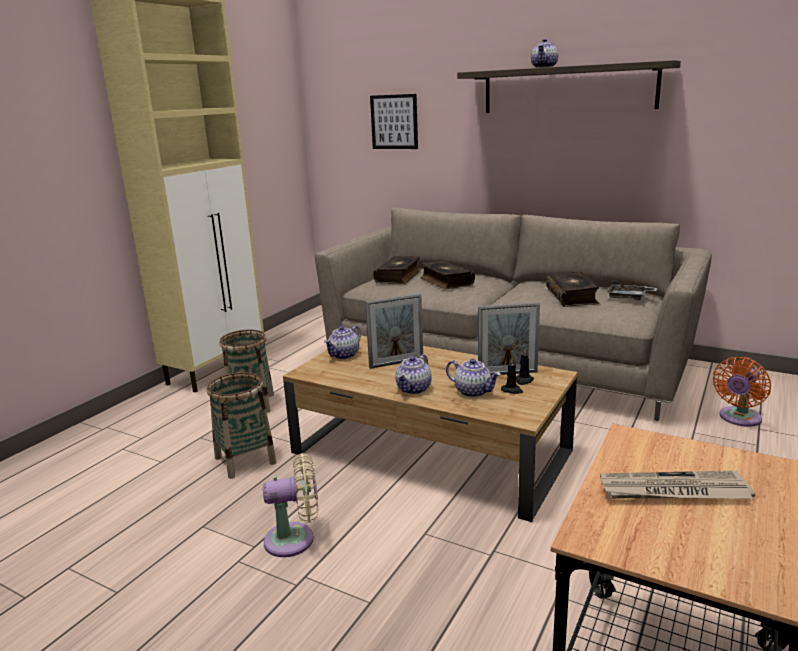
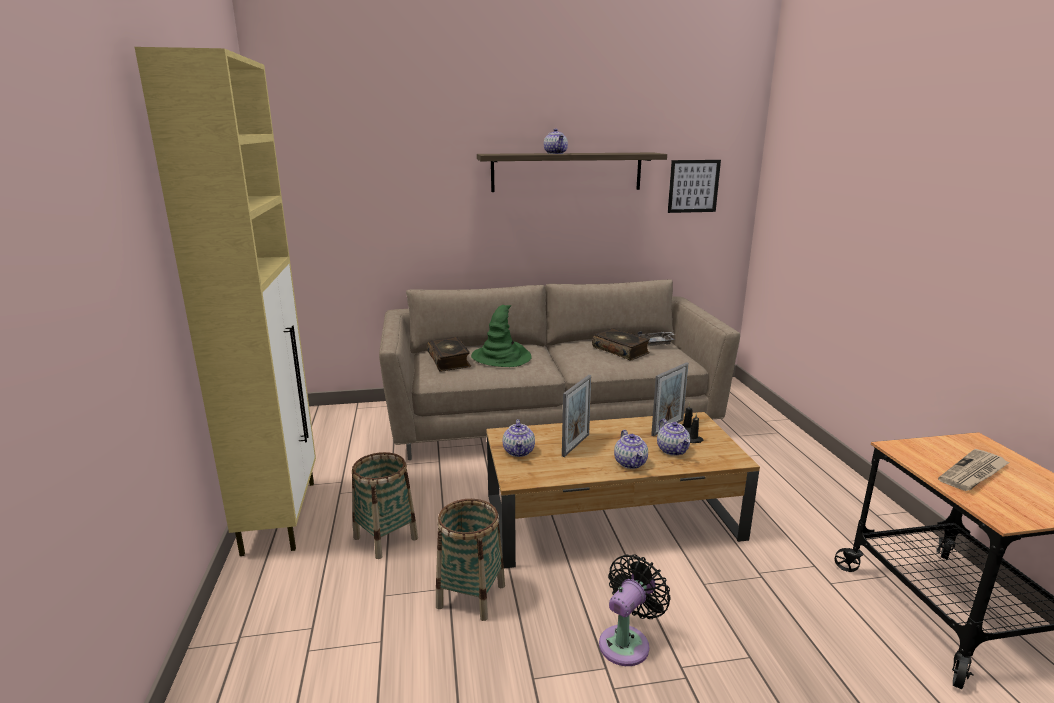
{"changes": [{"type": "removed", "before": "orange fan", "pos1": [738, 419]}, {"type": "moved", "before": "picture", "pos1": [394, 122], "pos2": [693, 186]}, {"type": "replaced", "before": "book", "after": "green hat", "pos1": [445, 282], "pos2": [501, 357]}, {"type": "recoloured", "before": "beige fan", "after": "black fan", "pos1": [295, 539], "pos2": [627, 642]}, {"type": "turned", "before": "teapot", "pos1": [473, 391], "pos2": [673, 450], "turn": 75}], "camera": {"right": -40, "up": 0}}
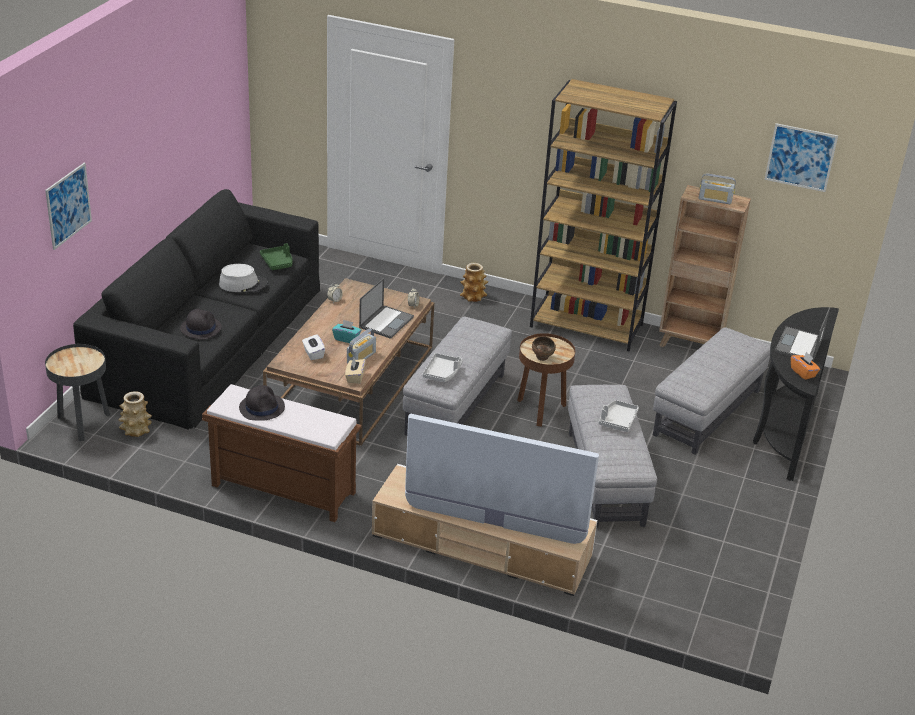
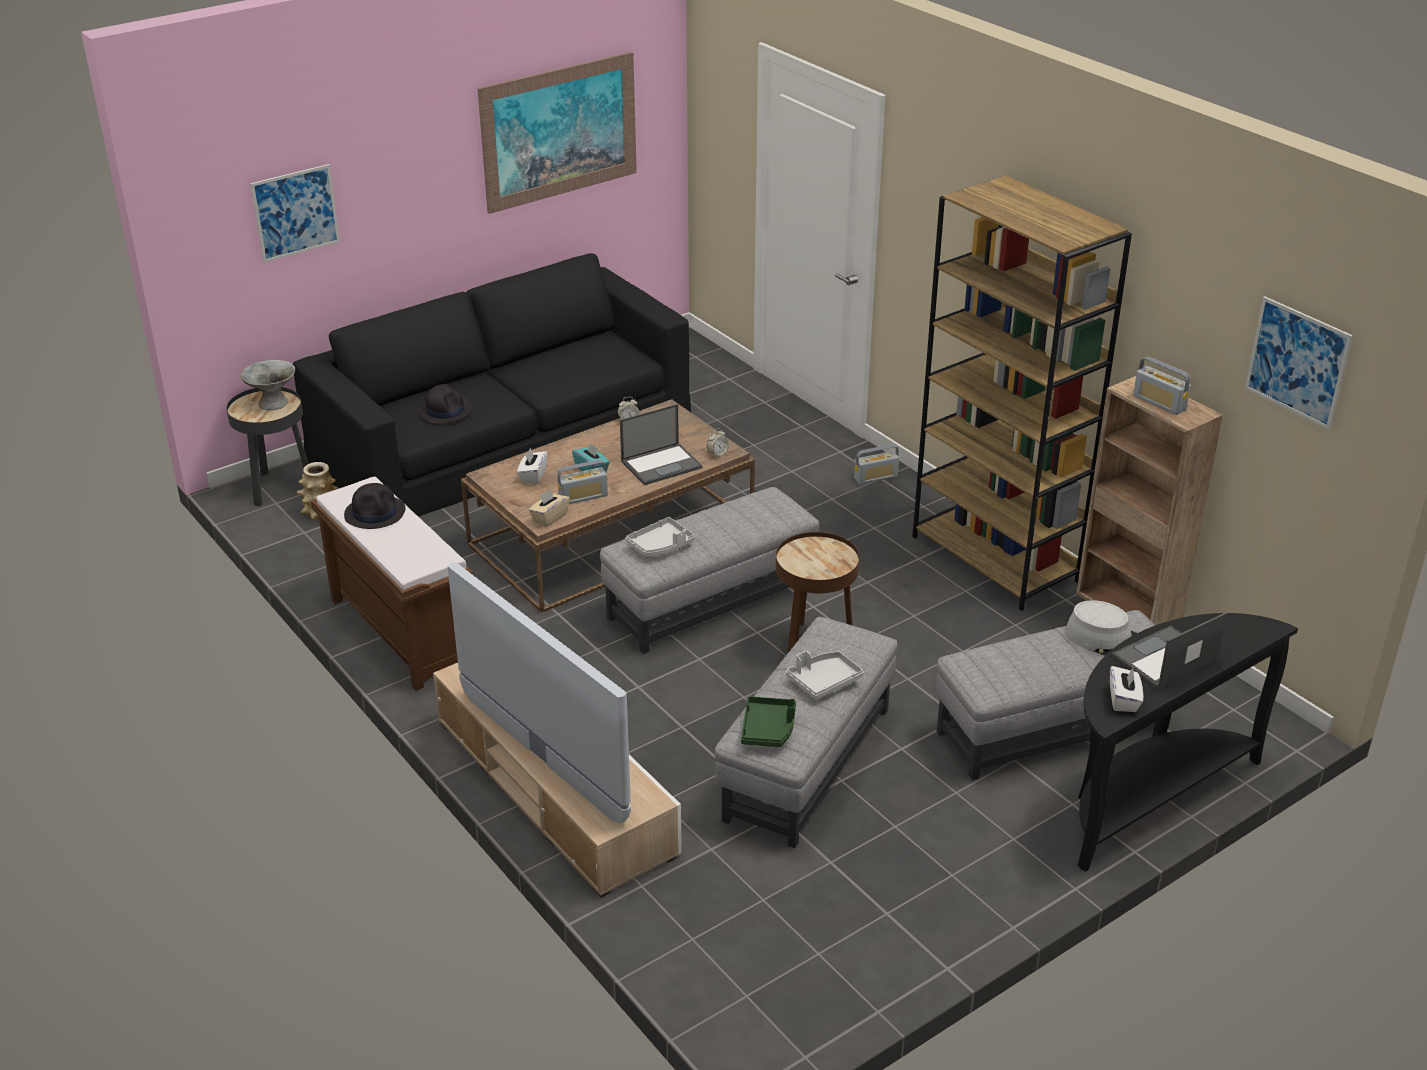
{"changes": [{"type": "removed", "before": "brown bowl", "pos1": [542, 358]}, {"type": "added", "after": "grey bowl", "pos2": [273, 403]}, {"type": "added", "after": "picture", "pos2": [559, 131]}, {"type": "moved", "before": "grey hat", "pos1": [243, 284], "pos2": [1105, 638]}, {"type": "moved", "before": "green tray", "pos1": [278, 262], "pos2": [768, 729]}, {"type": "replaced", "before": "vase", "after": "radio", "pos1": [473, 297], "pos2": [875, 477]}, {"type": "recoloured", "before": "orange tissue box", "after": "white tissue box", "pos1": [803, 373], "pos2": [1124, 700]}], "camera": {"right": 35, "up": 0}}
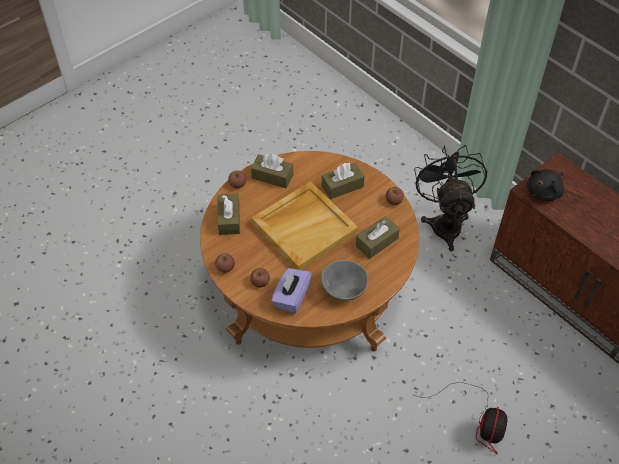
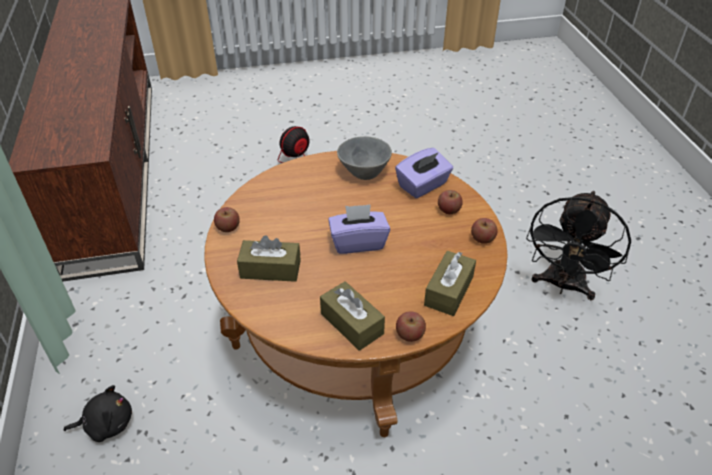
{"changes": [{"type": "removed", "before": "brown tissue box", "pos1": [377, 242]}, {"type": "moved", "before": "black fan", "pos1": [445, 222], "pos2": [563, 286]}, {"type": "moved", "before": "black plush toy", "pos1": [544, 192], "pos2": [106, 424]}, {"type": "replaced", "before": "beige tray", "after": "purple tissue box", "pos1": [304, 227], "pos2": [358, 242]}], "camera": {"right": -150, "up": -10}}
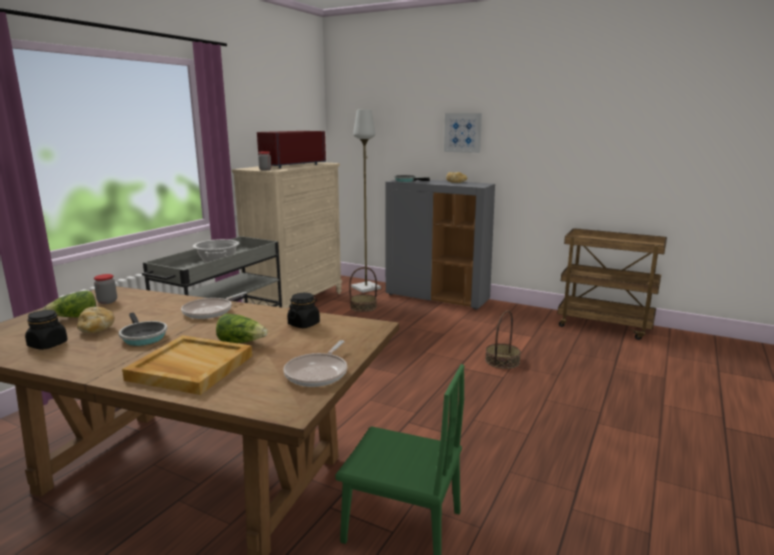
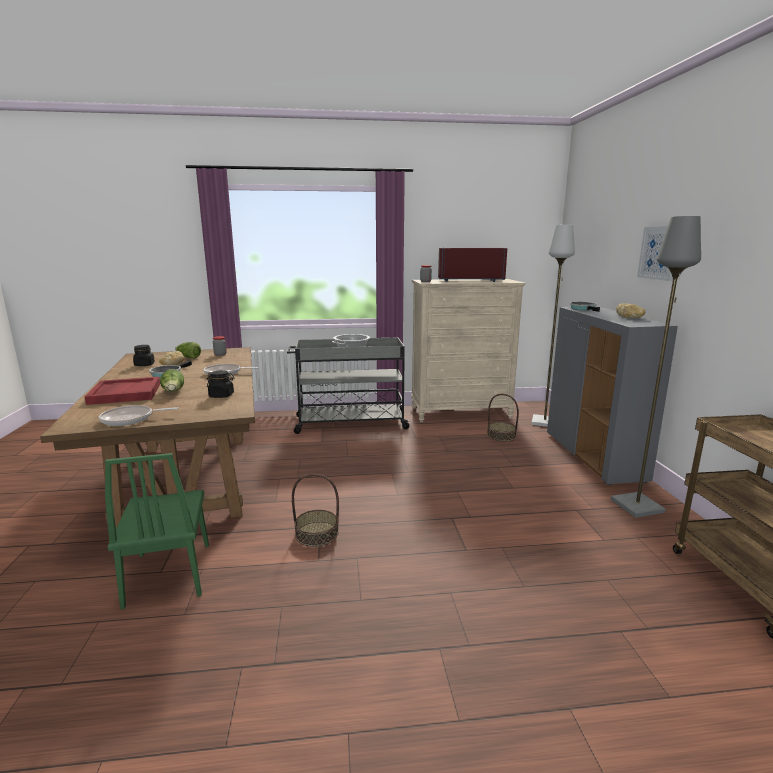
{"changes": [{"type": "added", "after": "grey floor lamp", "pos2": [638, 506]}, {"type": "moved", "before": "basket", "pos1": [502, 361], "pos2": [316, 534]}, {"type": "recoloured", "before": "beige tray", "after": "red tray", "pos1": [189, 368], "pos2": [125, 393]}], "camera": {"right": 55, "up": 0}}
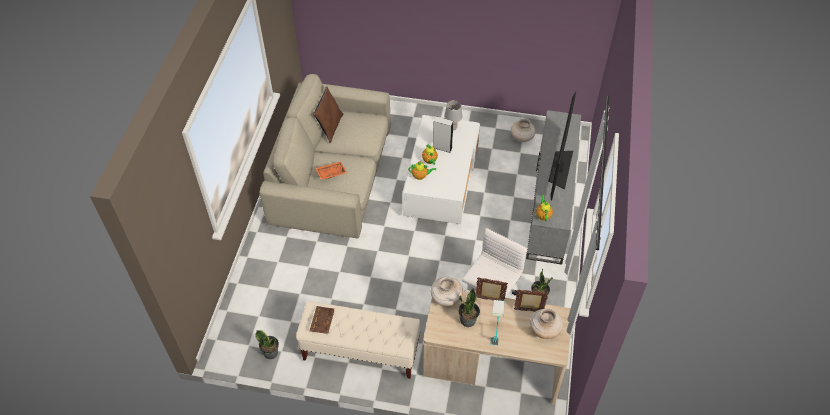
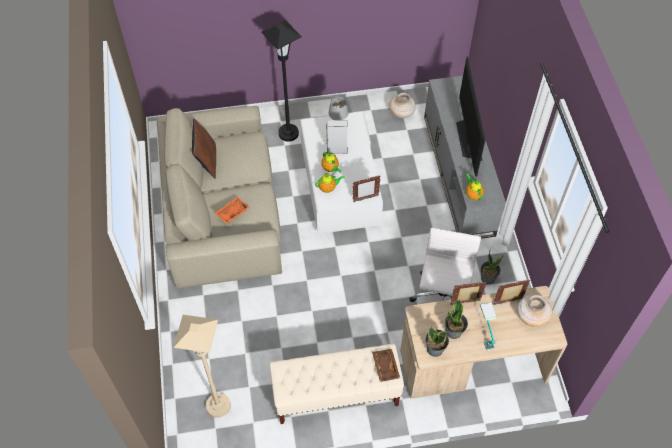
{"changes": [{"type": "removed", "before": "beige vase", "pos1": [446, 298]}, {"type": "added", "after": "beige floor lamp", "pos2": [218, 405]}, {"type": "added", "after": "black floor lamp", "pos2": [288, 133]}, {"type": "added", "after": "picture frame", "pos2": [365, 198]}, {"type": "moved", "before": "potted plant", "pos1": [271, 352], "pos2": [435, 348]}, {"type": "moved", "before": "brown tray", "pos1": [322, 322], "pos2": [385, 367]}], "camera": {"right": -20, "up": 5}}
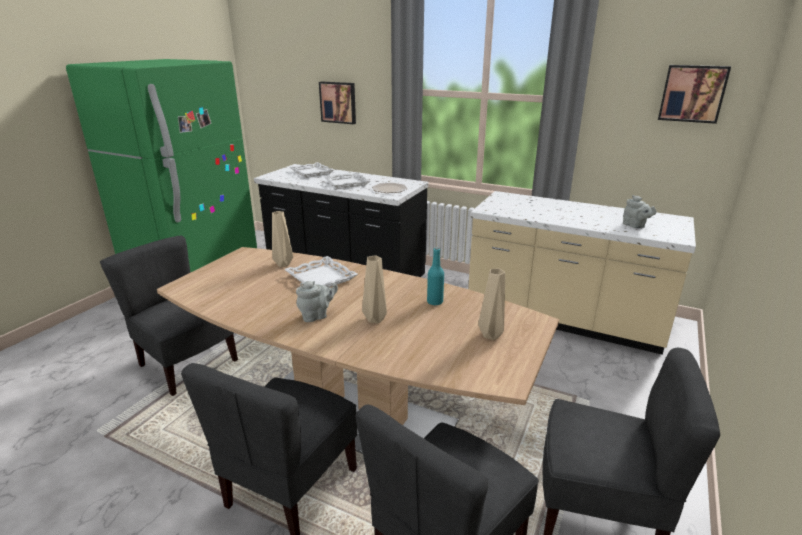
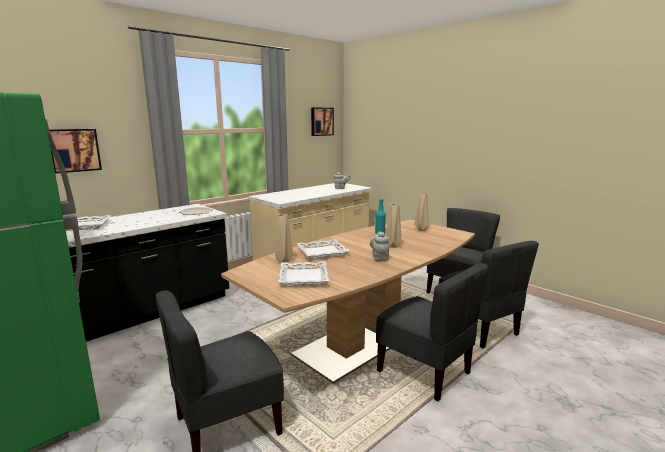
{"changes": [{"type": "moved", "before": "white tray", "pos1": [347, 183], "pos2": [304, 278]}], "camera": {"right": -70, "up": -10}}
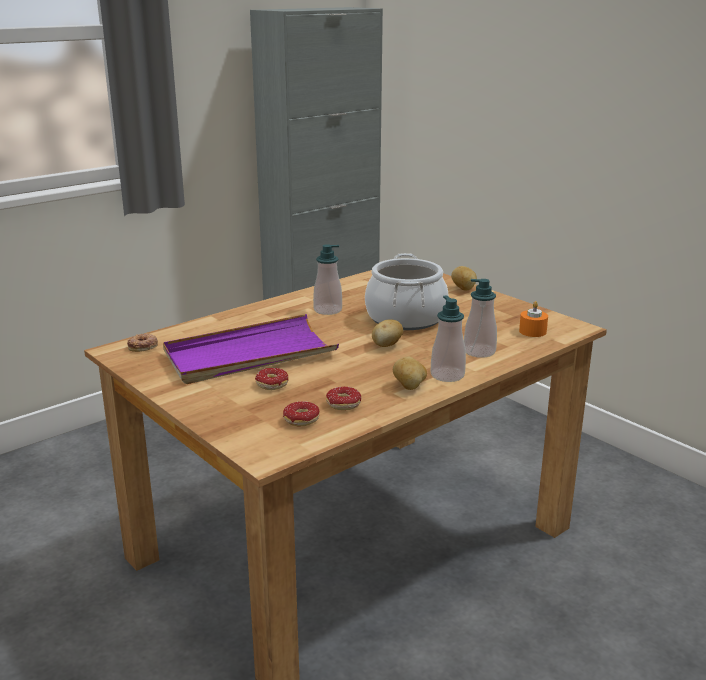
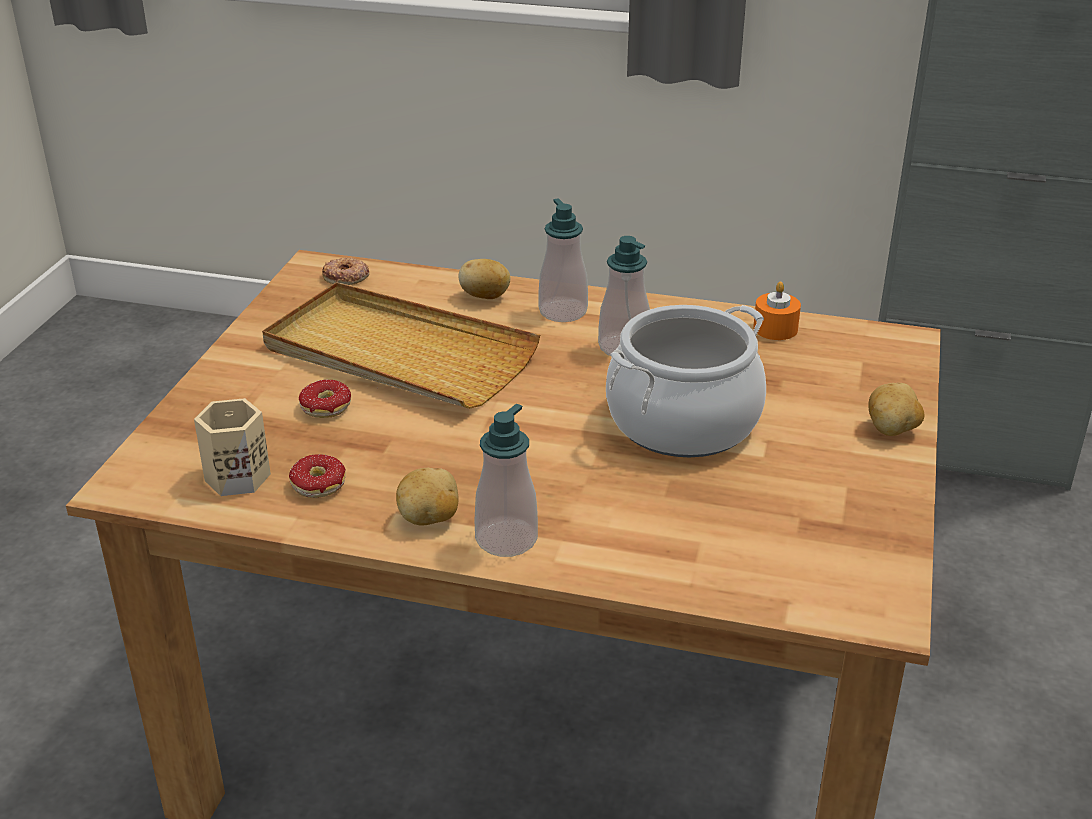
{"changes": [{"type": "moved", "before": "potato", "pos1": [386, 345], "pos2": [485, 297]}, {"type": "moved", "before": "soap dispenser", "pos1": [479, 352], "pos2": [563, 312]}, {"type": "moved", "before": "orange candle", "pos1": [532, 331], "pos2": [775, 328]}, {"type": "replaced", "before": "donut", "after": "beige mug", "pos1": [303, 423], "pos2": [235, 476]}, {"type": "recoloured", "before": "purple tray", "after": "beige tray", "pos1": [249, 355], "pos2": [398, 354]}], "camera": {"right": 55, "up": 10}}
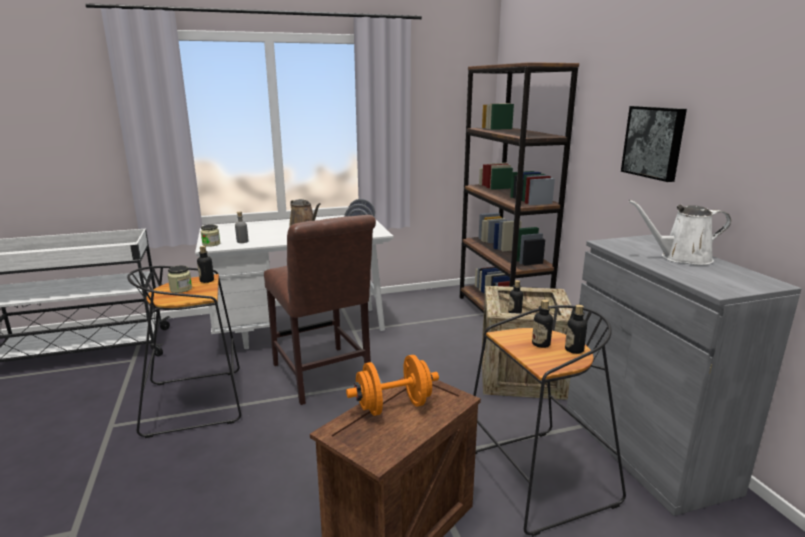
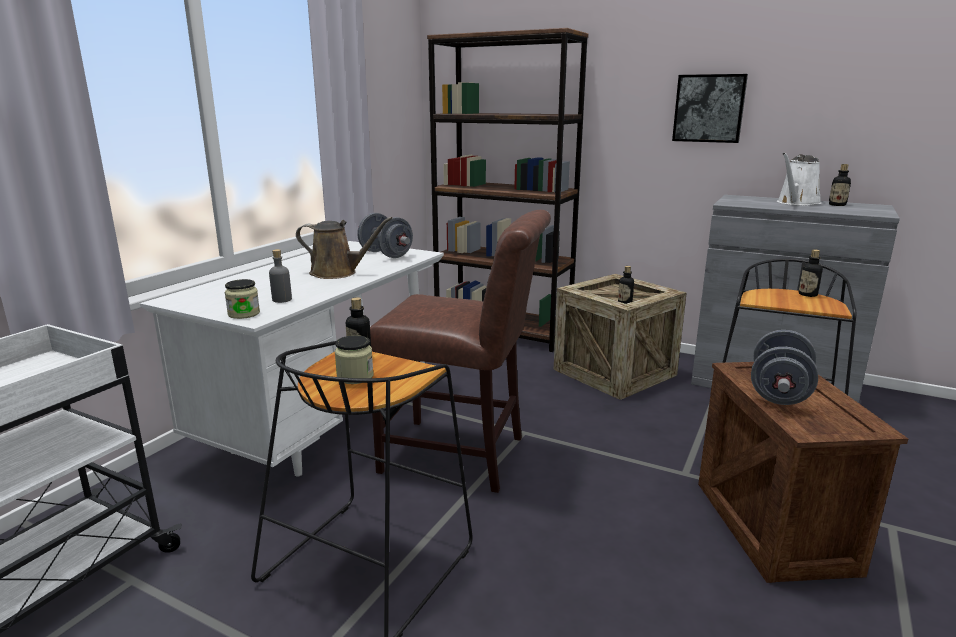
{"changes": [{"type": "moved", "before": "bottle", "pos1": [541, 344], "pos2": [837, 205]}, {"type": "recoloured", "before": "orange dumbbell", "after": "grey dumbbell", "pos1": [393, 406], "pos2": [779, 392]}], "camera": {"right": -45, "up": 0}}
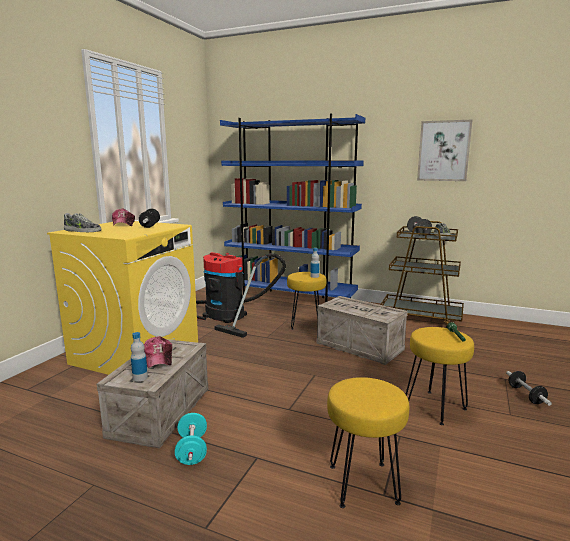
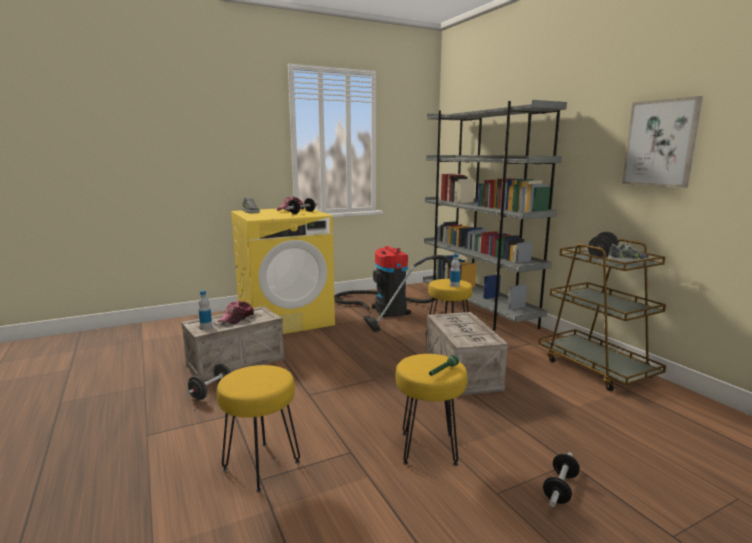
{"changes": [{"type": "recoloured", "before": "turquoise dumbbell", "after": "black dumbbell", "pos1": [192, 450], "pos2": [211, 392]}, {"type": "recoloured", "before": "blue bookcase", "after": "grey bookcase", "pos1": [290, 299], "pos2": [477, 311]}], "camera": {"right": 40, "up": 0}}
